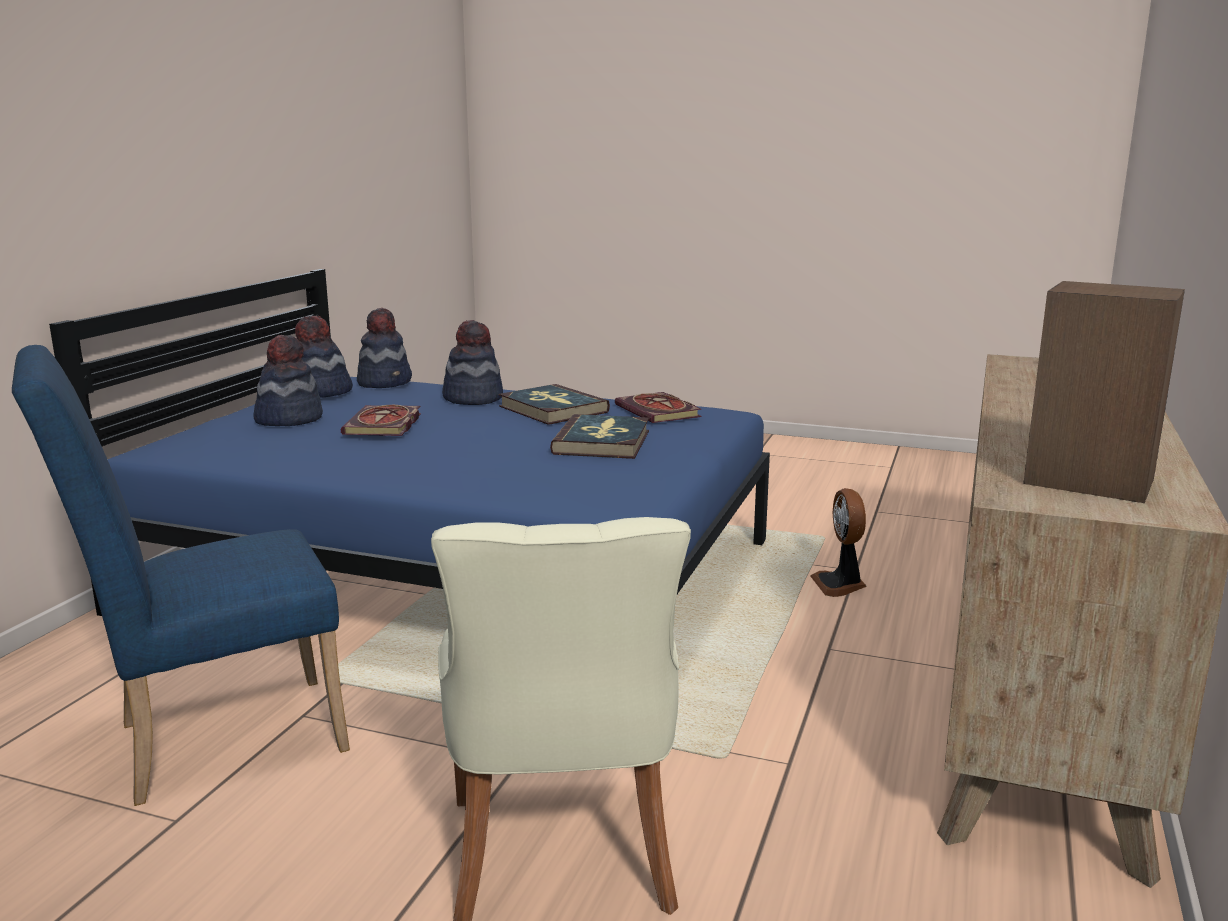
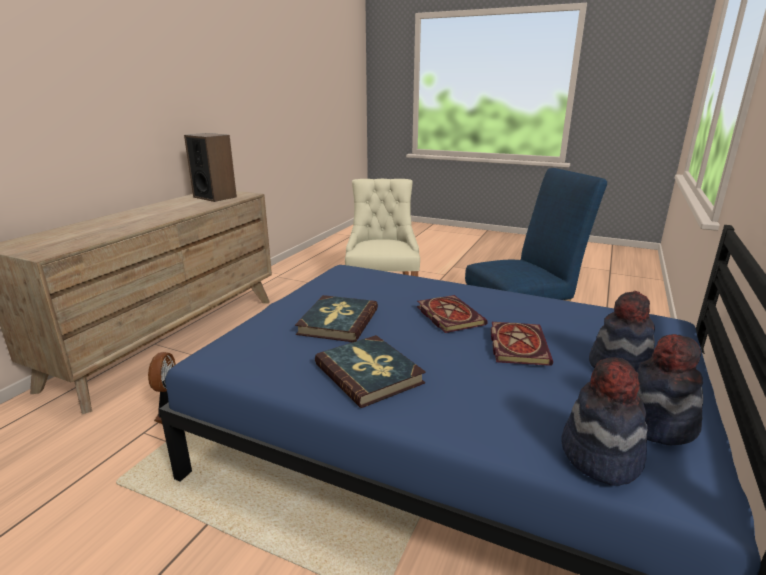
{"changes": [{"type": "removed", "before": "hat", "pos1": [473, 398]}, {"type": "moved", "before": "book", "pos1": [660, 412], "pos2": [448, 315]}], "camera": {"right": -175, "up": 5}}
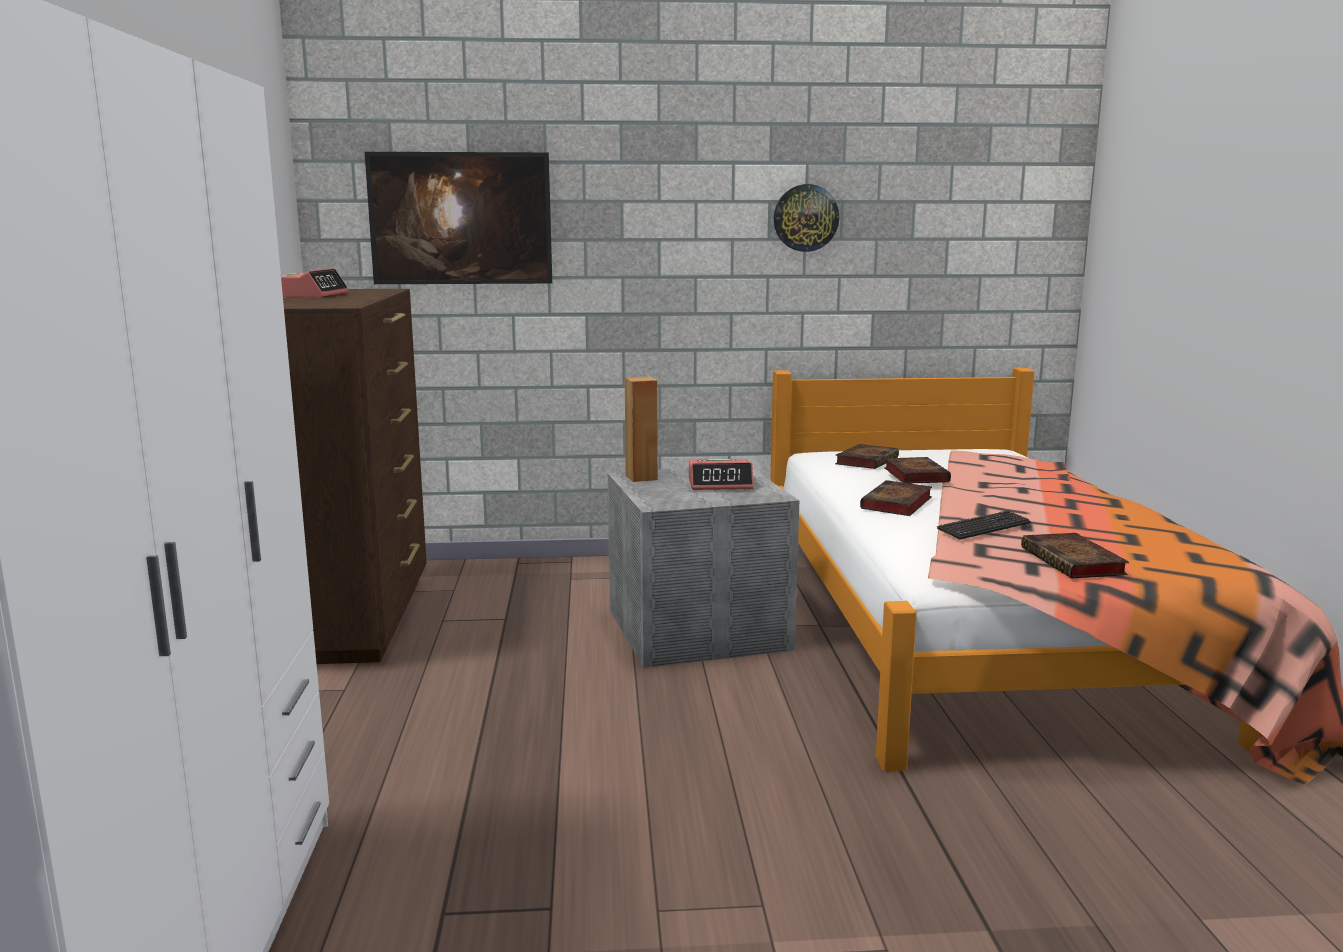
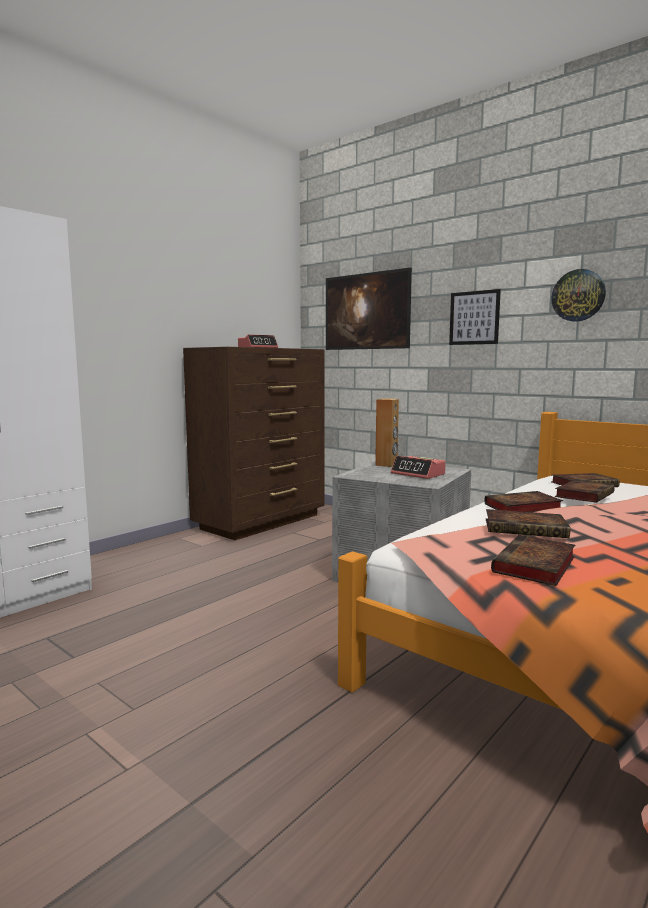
{"changes": [{"type": "added", "after": "picture", "pos2": [474, 318]}, {"type": "replaced", "before": "keyboard", "after": "book", "pos1": [984, 527], "pos2": [527, 529]}], "camera": {"right": 45, "up": -5}}
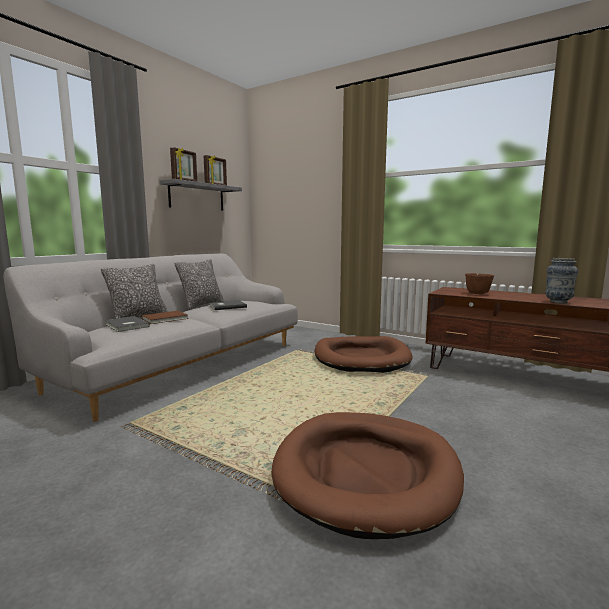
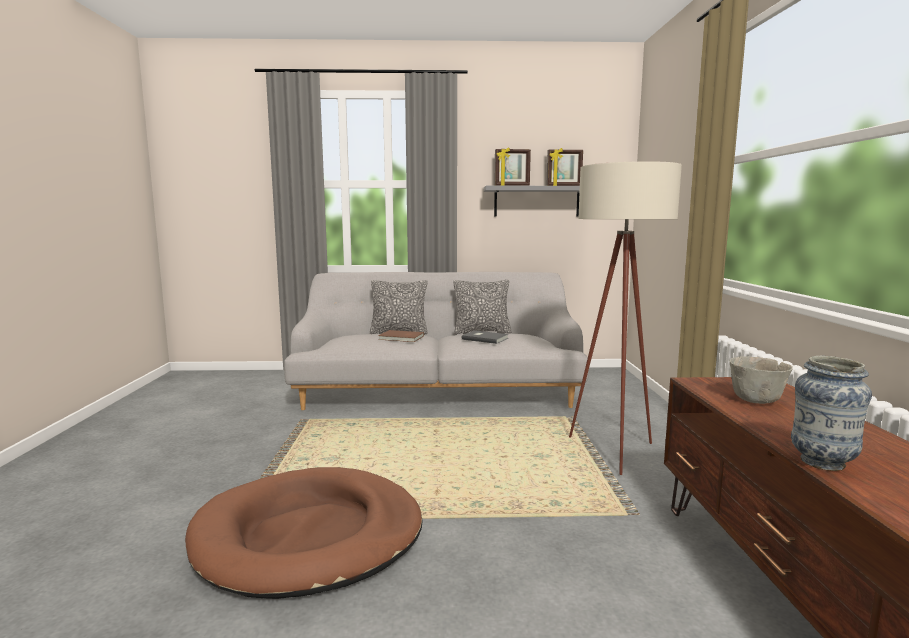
{"changes": [{"type": "removed", "before": "grey book", "pos1": [126, 326]}, {"type": "replaced", "before": "brown dog bed", "after": "beige floor lamp", "pos1": [361, 358], "pos2": [613, 456]}, {"type": "recoloured", "before": "brown bowl", "after": "grey bowl", "pos1": [477, 293], "pos2": [757, 401]}], "camera": {"right": 55, "up": 0}}
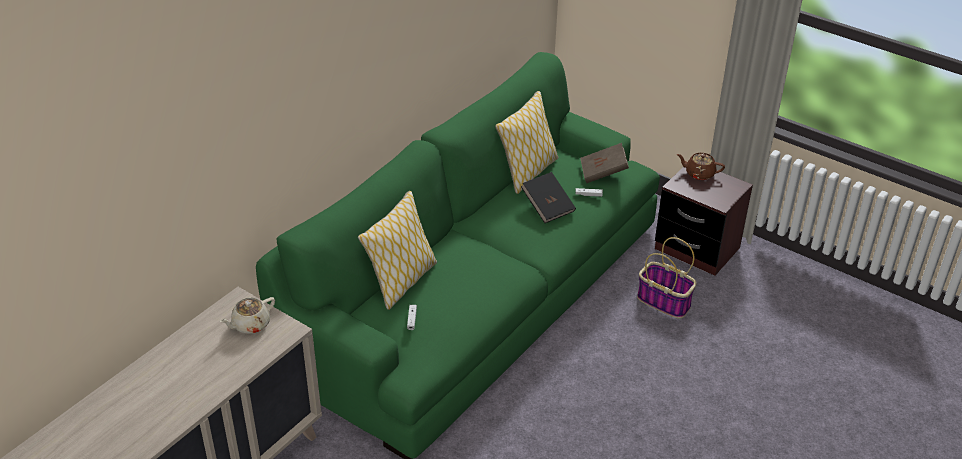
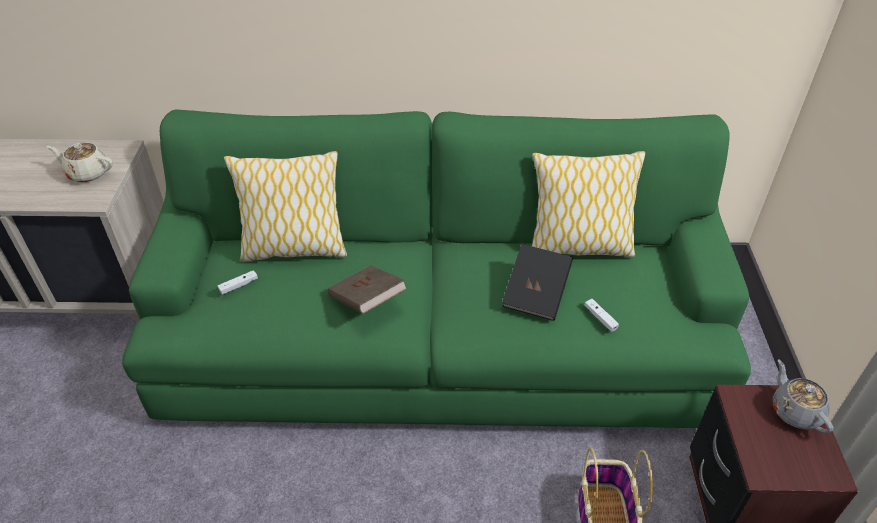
{"changes": [{"type": "moved", "before": "brown book", "pos1": [603, 173], "pos2": [367, 301]}, {"type": "recoloured", "before": "brown teapot", "after": "grey teapot", "pos1": [699, 174], "pos2": [795, 411]}], "camera": {"right": 55, "up": 5}}
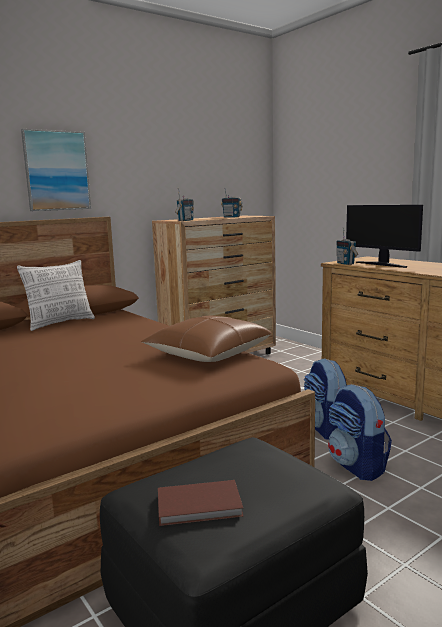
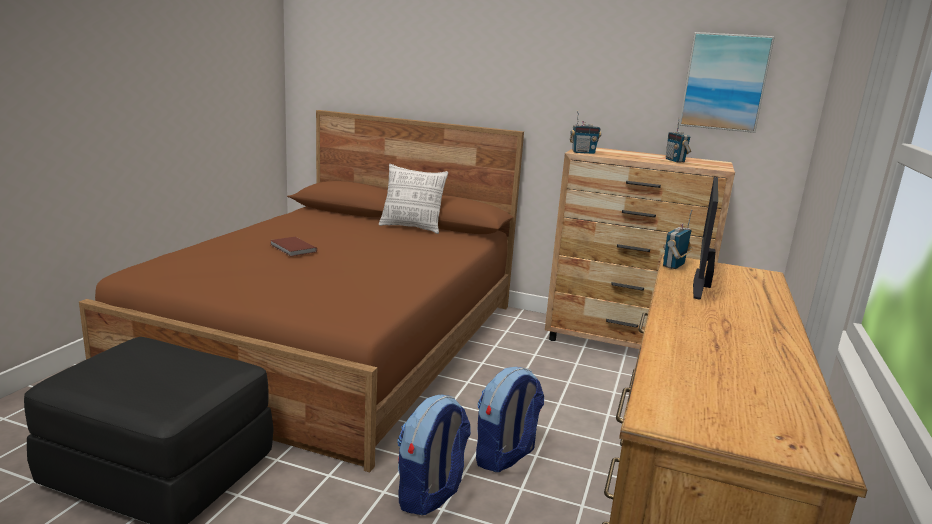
{"changes": [{"type": "removed", "before": "brown pillow", "pos1": [208, 353]}, {"type": "moved", "before": "picture", "pos1": [56, 171], "pos2": [724, 82]}, {"type": "moved", "before": "brown book", "pos1": [200, 506], "pos2": [292, 248]}], "camera": {"right": 55, "up": 5}}
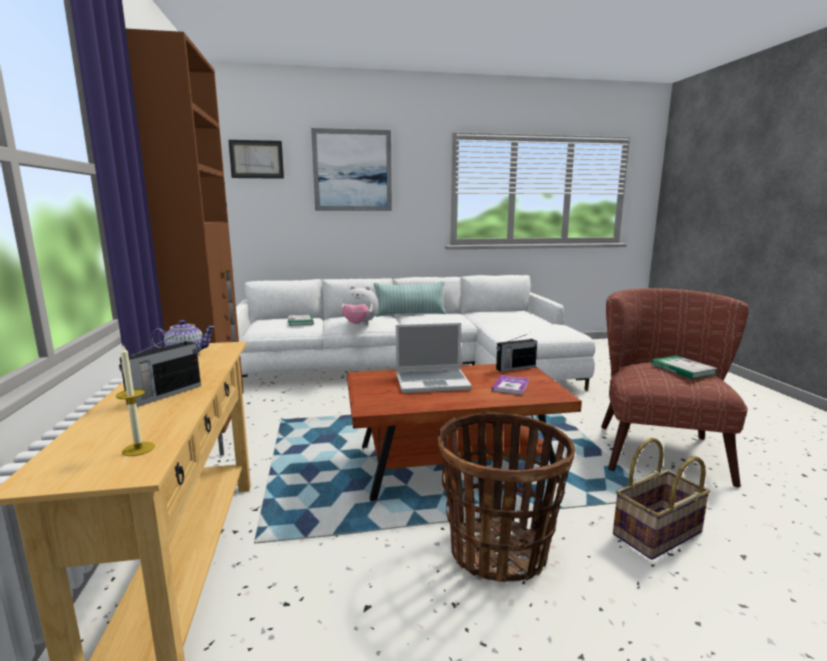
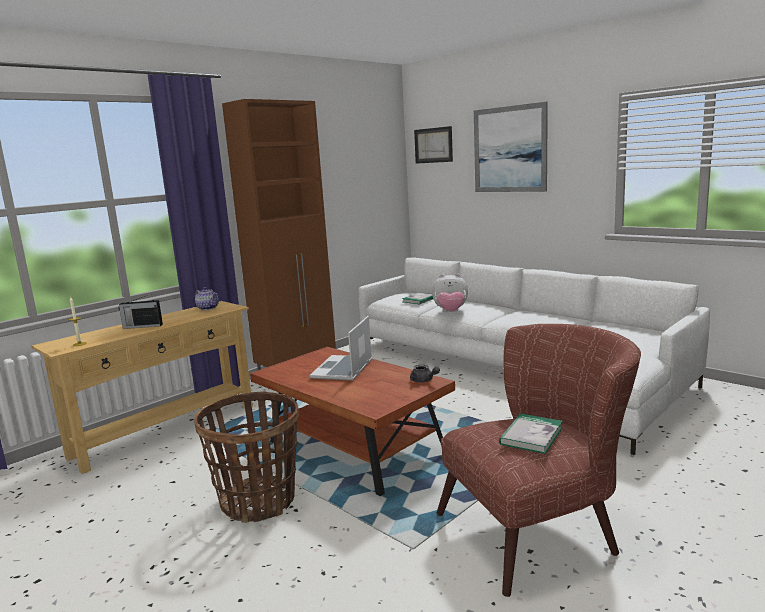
{"changes": [{"type": "removed", "before": "pillow", "pos1": [410, 314]}, {"type": "removed", "before": "book", "pos1": [510, 386]}, {"type": "removed", "before": "basket", "pos1": [658, 534]}, {"type": "replaced", "before": "radio", "after": "grey teapot", "pos1": [515, 368], "pos2": [424, 381]}, {"type": "turned", "before": "plush toy", "pos1": [359, 325], "pos2": [450, 312], "turn": -60}, {"type": "turned", "before": "laptop", "pos1": [433, 382], "pos2": [343, 370], "turn": 60}], "camera": {"right": 55, "up": 0}}
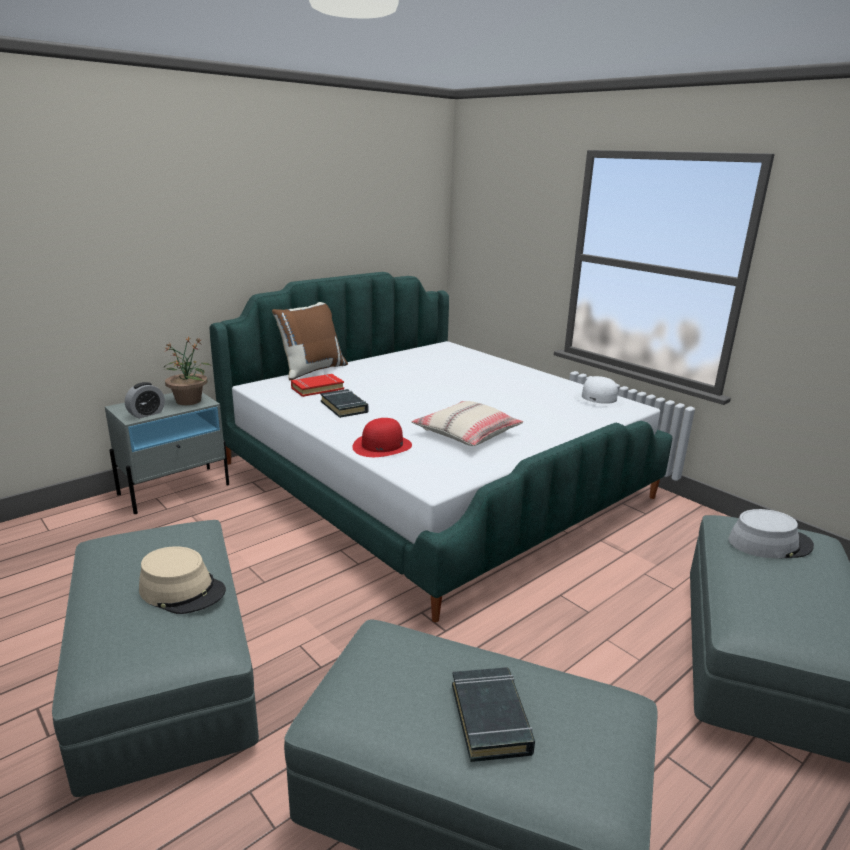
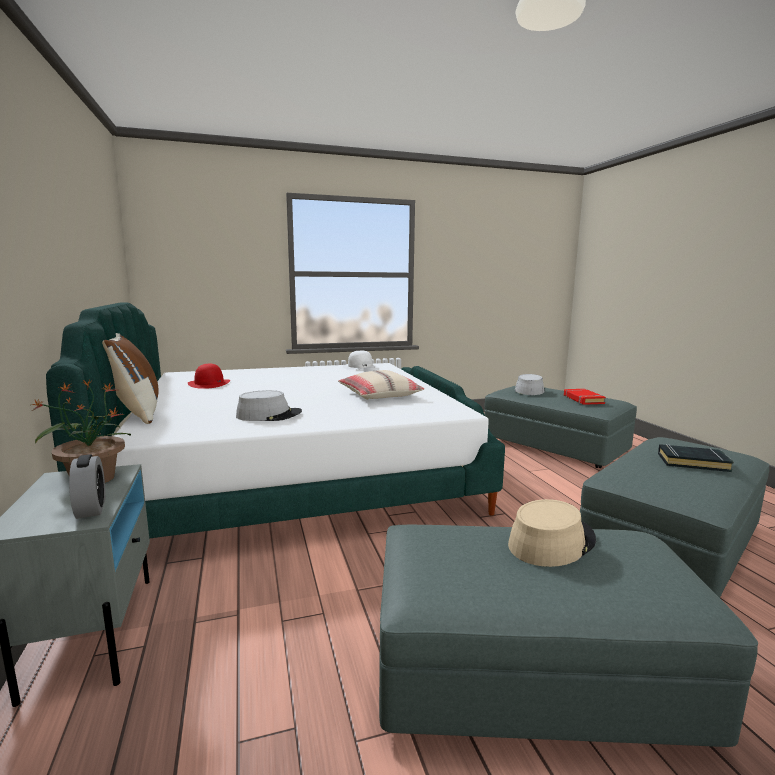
{"changes": [{"type": "moved", "before": "red book", "pos1": [317, 388], "pos2": [583, 399]}, {"type": "moved", "before": "red hat", "pos1": [382, 446], "pos2": [209, 383]}, {"type": "replaced", "before": "black book", "after": "grey hat", "pos1": [344, 407], "pos2": [269, 415]}], "camera": {"right": -65, "up": -10}}
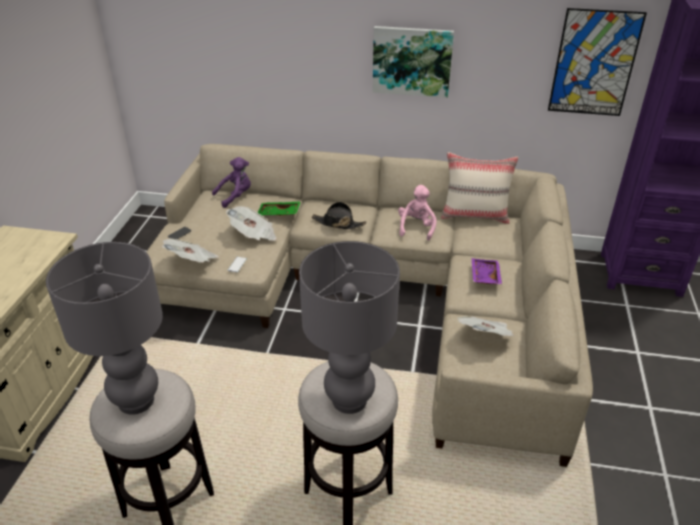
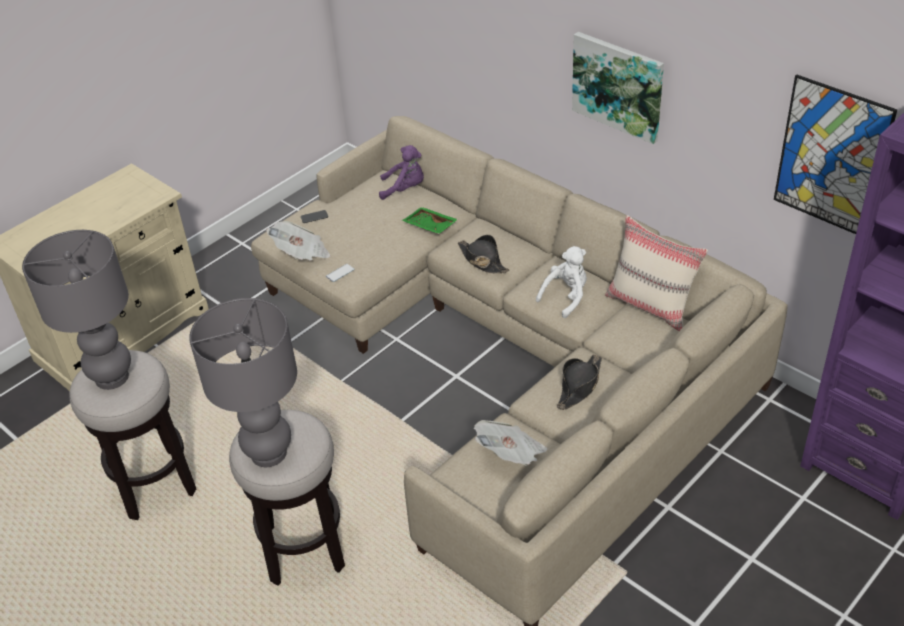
{"changes": [{"type": "removed", "before": "newspaper", "pos1": [253, 235]}, {"type": "replaced", "before": "purple tray", "after": "black hat", "pos1": [484, 276], "pos2": [579, 386]}, {"type": "recoloured", "before": "pink plush toy", "after": "white plush toy", "pos1": [416, 227], "pos2": [566, 297]}], "camera": {"right": 35, "up": 5}}
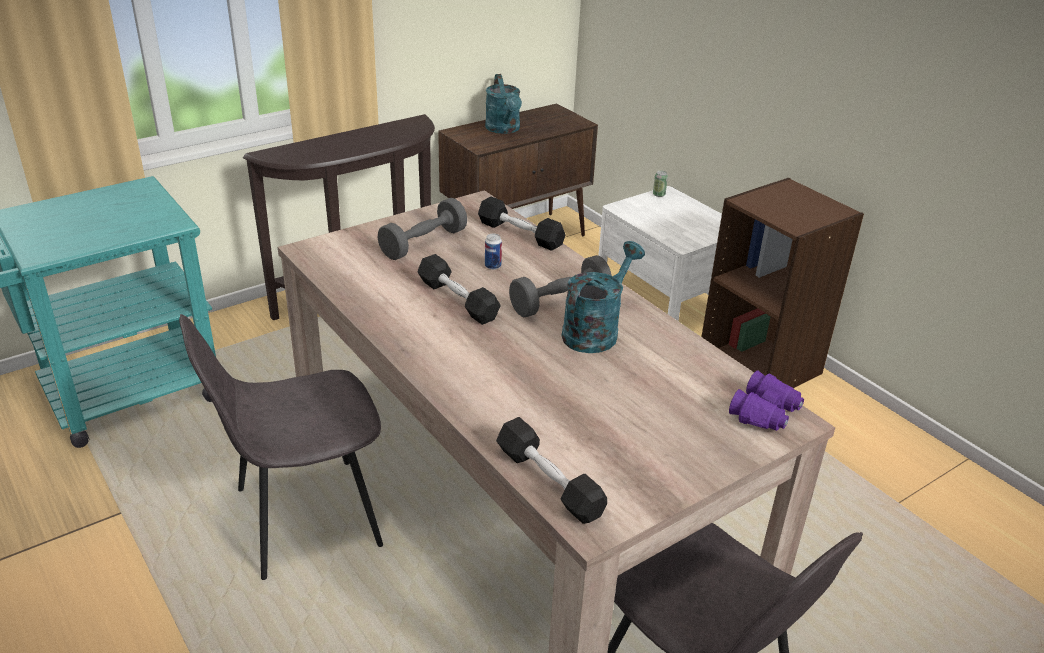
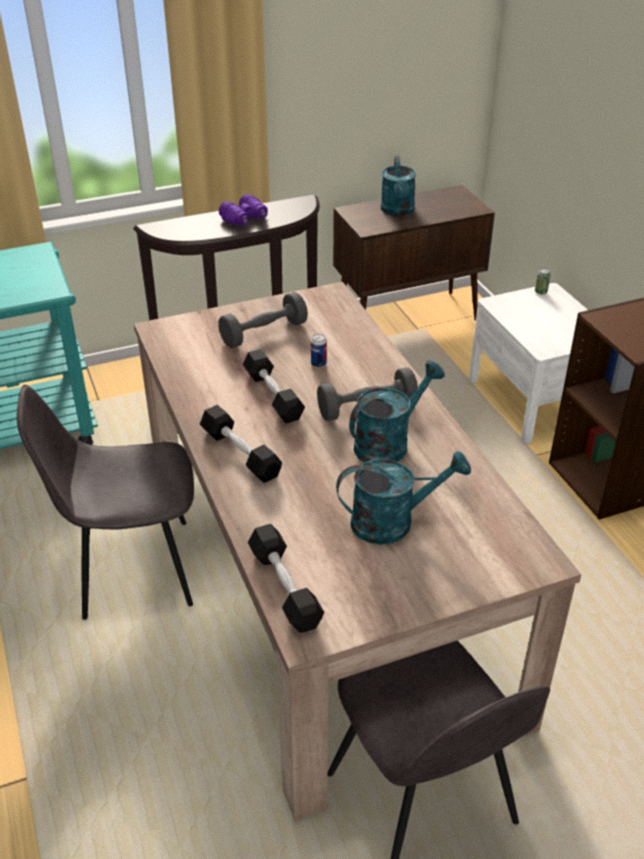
{"changes": [{"type": "added", "after": "turquoise watering can", "pos2": [393, 522]}, {"type": "moved", "before": "black dumbbell", "pos1": [520, 234], "pos2": [240, 453]}, {"type": "moved", "before": "purple binoculars", "pos1": [765, 413], "pos2": [245, 219]}], "camera": {"right": 15, "up": 5}}
